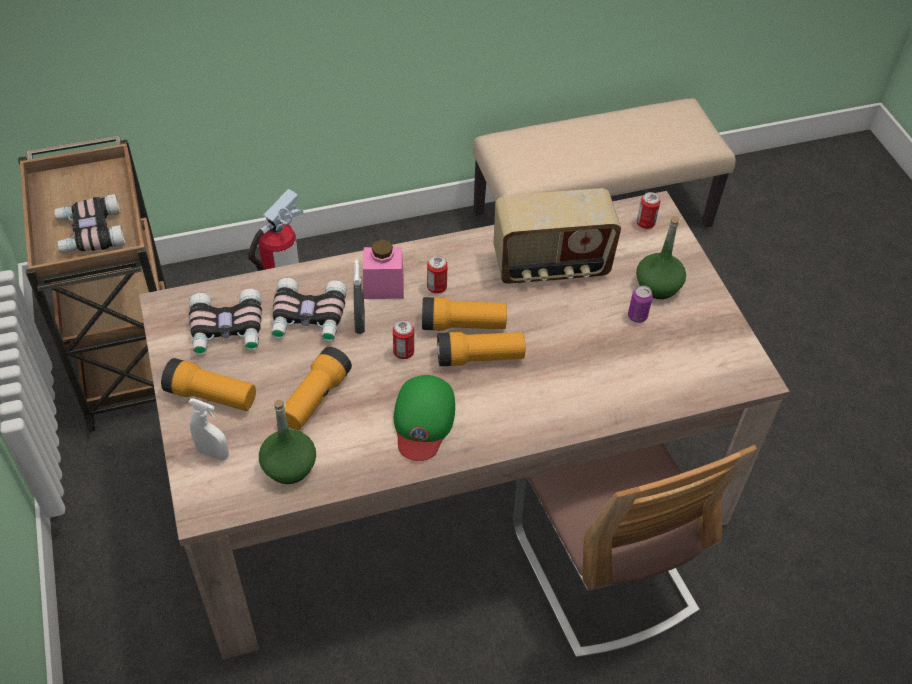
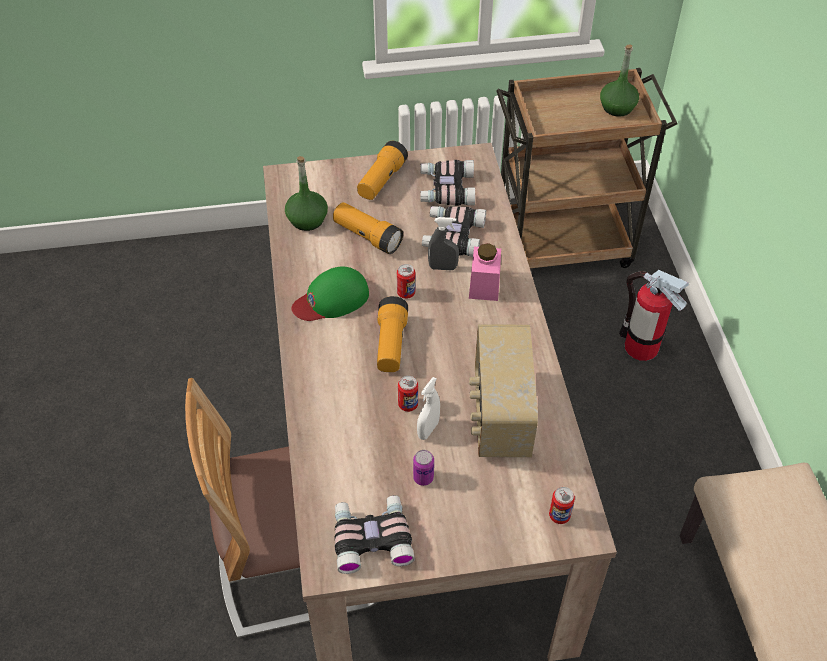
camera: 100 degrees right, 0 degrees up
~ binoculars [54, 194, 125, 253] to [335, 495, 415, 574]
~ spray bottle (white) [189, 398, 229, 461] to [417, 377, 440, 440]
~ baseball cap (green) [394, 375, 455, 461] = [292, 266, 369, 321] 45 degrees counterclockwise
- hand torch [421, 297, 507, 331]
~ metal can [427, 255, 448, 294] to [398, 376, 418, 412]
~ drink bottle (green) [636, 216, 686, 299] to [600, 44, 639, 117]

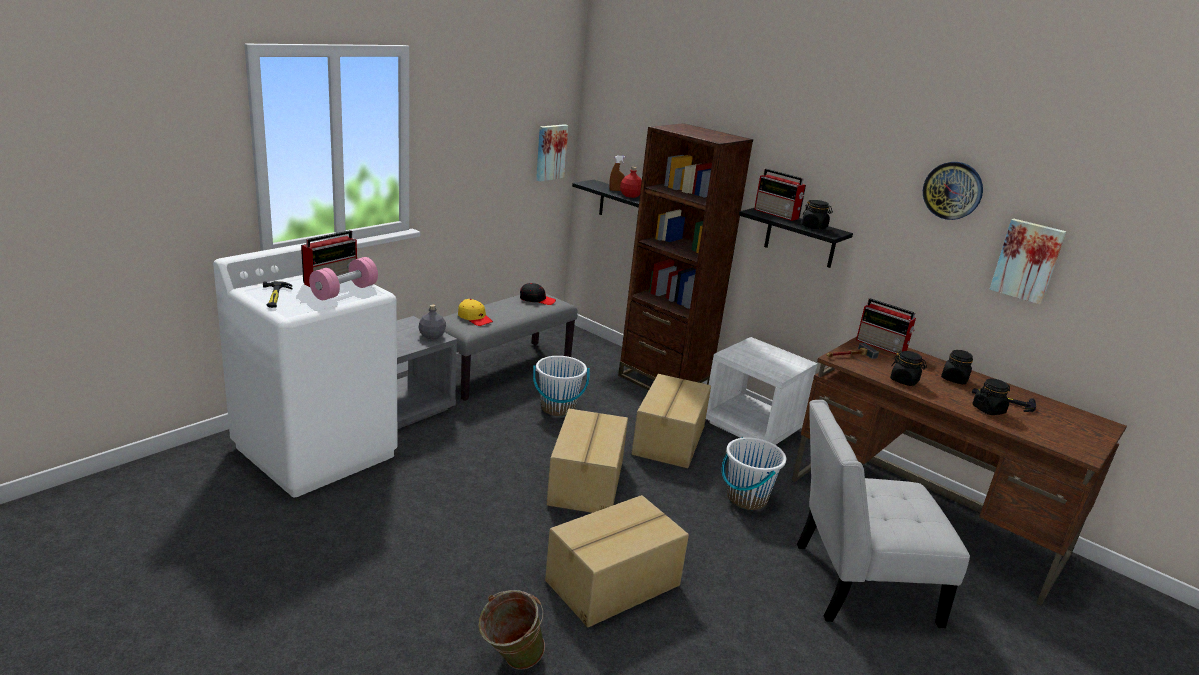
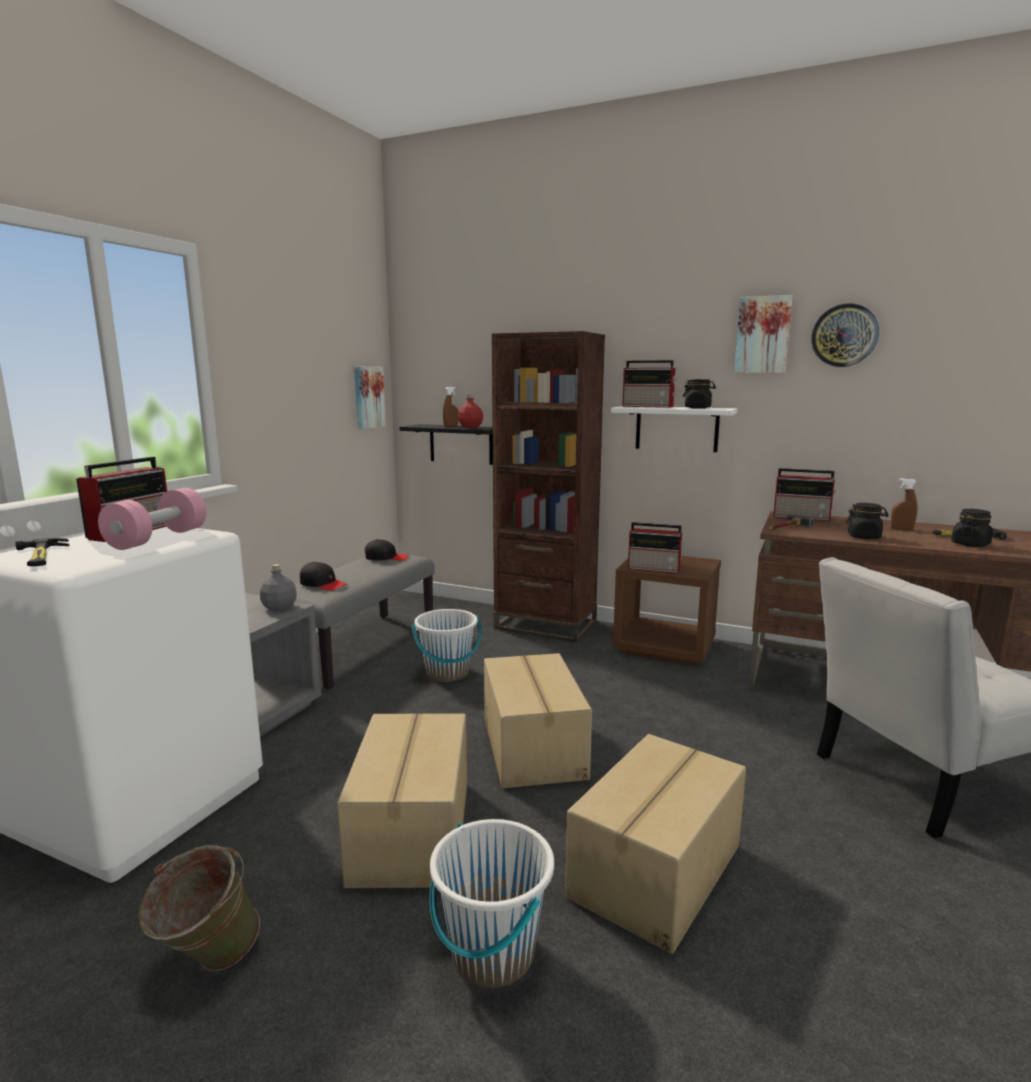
camera: 15 degrees left, 10 degrees down
~ baseball cap (yellow-coloured) [458, 299, 493, 326] to baseball cap (blackish) [300, 561, 347, 591]
~ bucket (green) [479, 590, 545, 670] to [138, 845, 260, 971]
~ carton [632, 374, 711, 468] to [337, 713, 467, 888]
~ night table (white) [706, 337, 818, 445] to night table (brownish) [613, 556, 721, 666]
~ bucket (white) [722, 437, 786, 510] to [430, 819, 554, 988]
~ shelf (blackish) [739, 208, 853, 268] to shelf (white) [611, 406, 738, 452]
~ storage jar (blackish) [941, 350, 973, 384] to spray bottle (brownish) [891, 478, 918, 530]
~ wall art [990, 218, 1066, 304] to [734, 295, 793, 373]
+ radio receiver [628, 522, 684, 574]

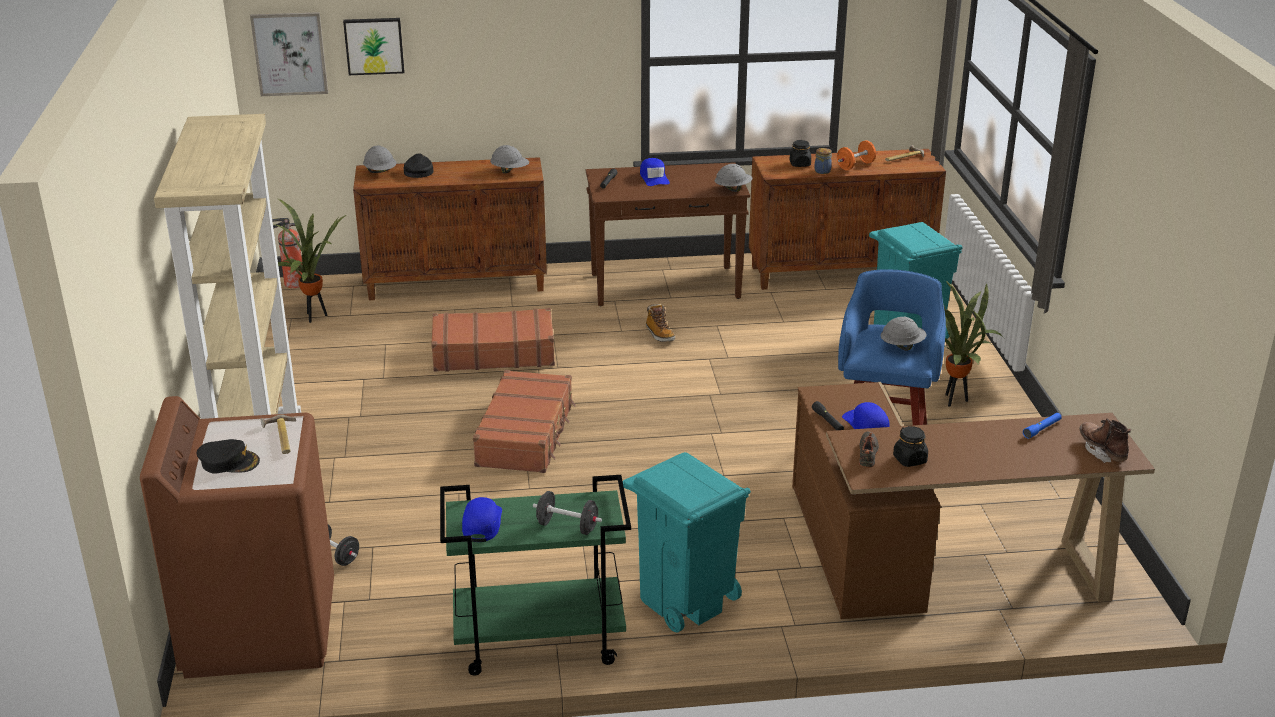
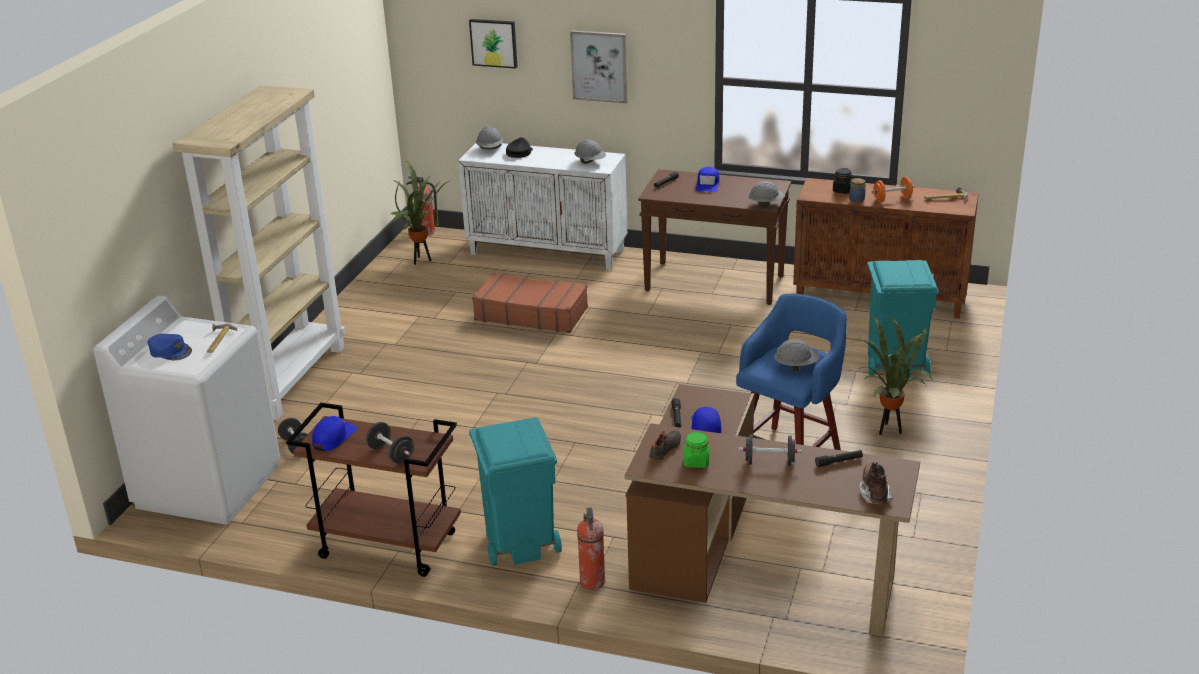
camera: 25 degrees right, 0 degrees up
~ laundry machine (brownish) [140, 396, 334, 679] to laundry machine (white) [93, 295, 280, 525]
~ baseball cap (blackish) [196, 439, 260, 474] to baseball cap (bluish) [148, 334, 192, 360]
~ wall art [250, 12, 328, 96] to [570, 30, 628, 104]
~ cupboard (brownish) [353, 157, 547, 300] to cupboard (white) [458, 143, 627, 270]
~ trolley (green) [440, 475, 631, 676] to trolley (brownish) [286, 403, 461, 577]
- travel case (brownish) [473, 370, 576, 473]
- high-top boot [646, 304, 675, 342]
~ storage jar (blackish) [893, 426, 928, 467] to storage jar (green) [684, 432, 709, 468]
~ hand torch (bluish) [1023, 413, 1062, 439] to hand torch (blackish) [815, 450, 863, 467]
+ fire extinguisher [577, 508, 605, 590]
+ dumbbell (blackish) [738, 434, 802, 466]

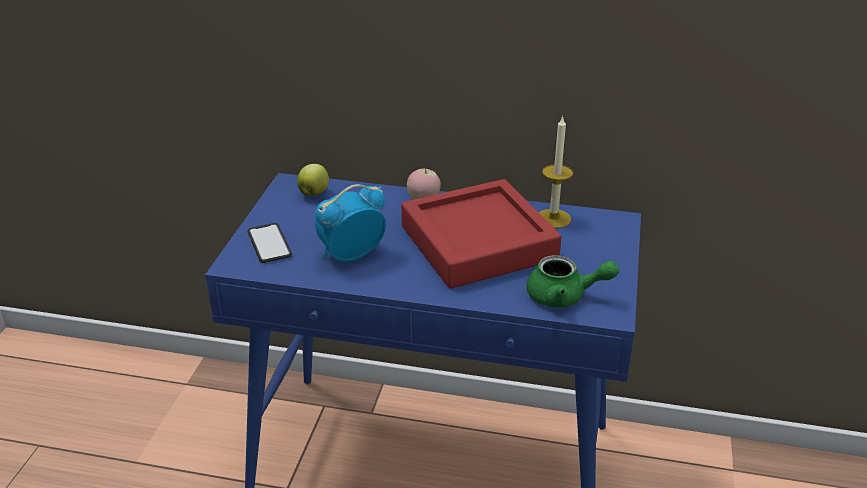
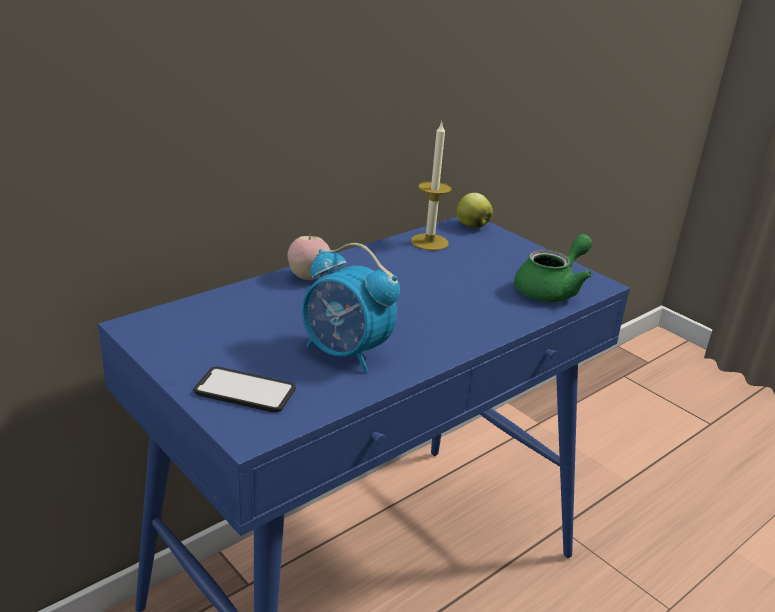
camera: 55 degrees left, 5 degrees down
~ whole apple [297, 164, 329, 196] to [457, 193, 493, 228]
~ table clock [315, 184, 386, 262] = [302, 243, 400, 372] 60 degrees counterclockwise
- tray (reddish) [401, 179, 561, 289]

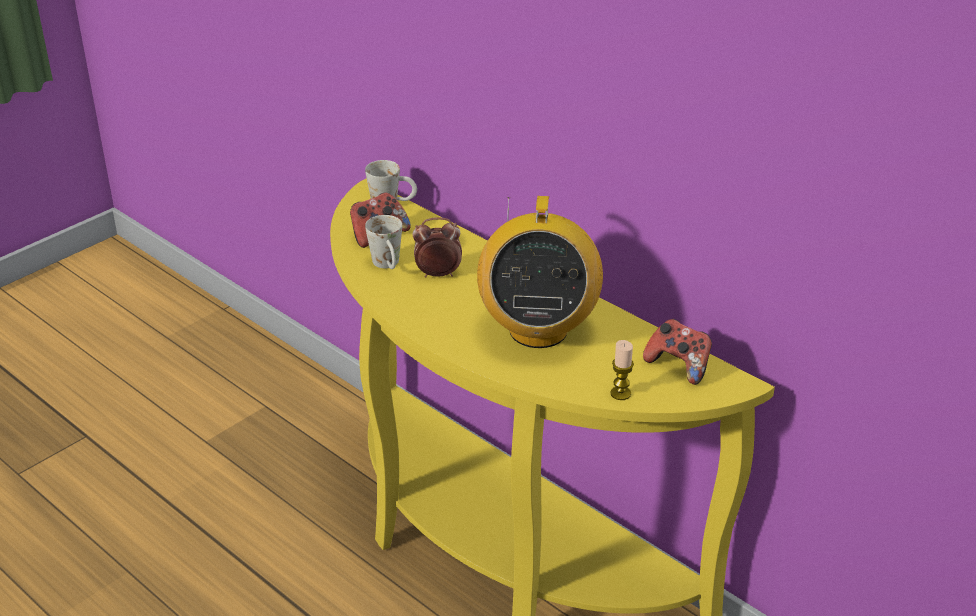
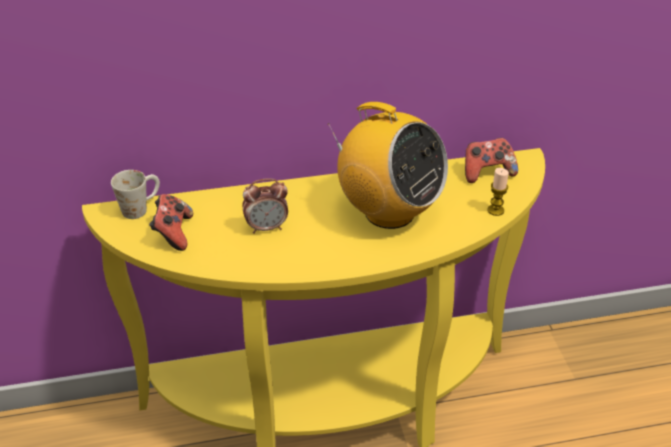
camera: 55 degrees left, 5 degrees up
- mug (white) [365, 215, 402, 269]
~ table clock [412, 217, 462, 278] = [242, 178, 288, 234] 135 degrees counterclockwise

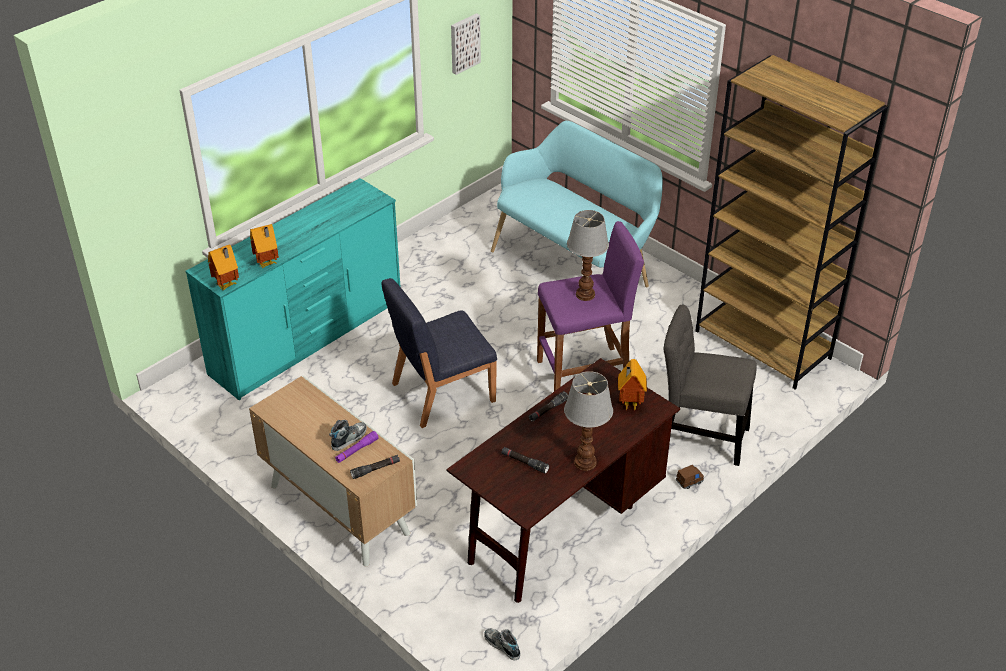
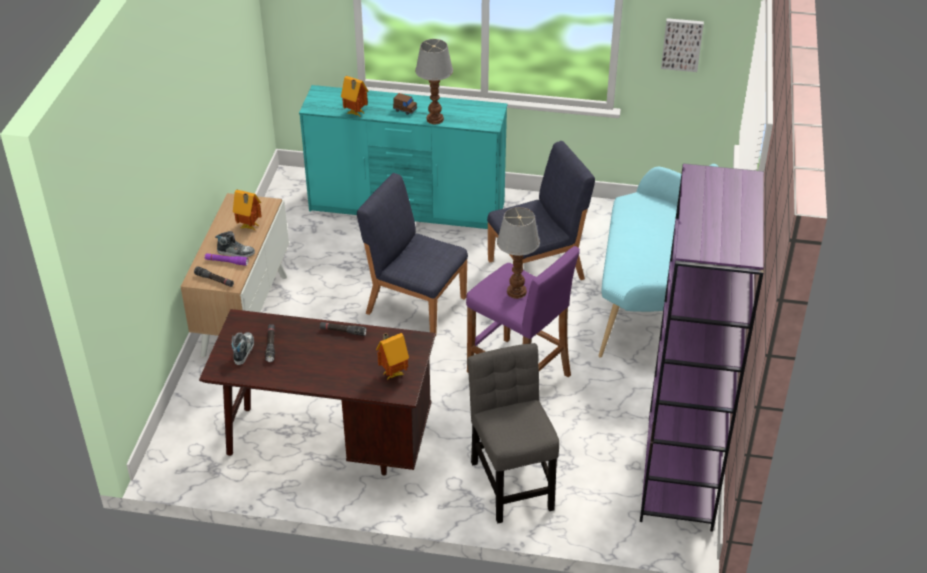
camera: 55 degrees right, 0 degrees up
~ model house [208, 244, 239, 290] to [233, 190, 262, 230]
~ item of footwear [484, 629, 520, 660] to [231, 332, 254, 365]
~ table lamp [564, 371, 613, 471] to [415, 39, 453, 124]
~ toy car (brownish) [676, 465, 704, 489] to [393, 93, 417, 115]
~ bookshelf (brownish) [695, 55, 888, 390] to bookshelf (purple-coloured) [640, 163, 764, 532]
+ chair (bluish) [487, 141, 595, 280]

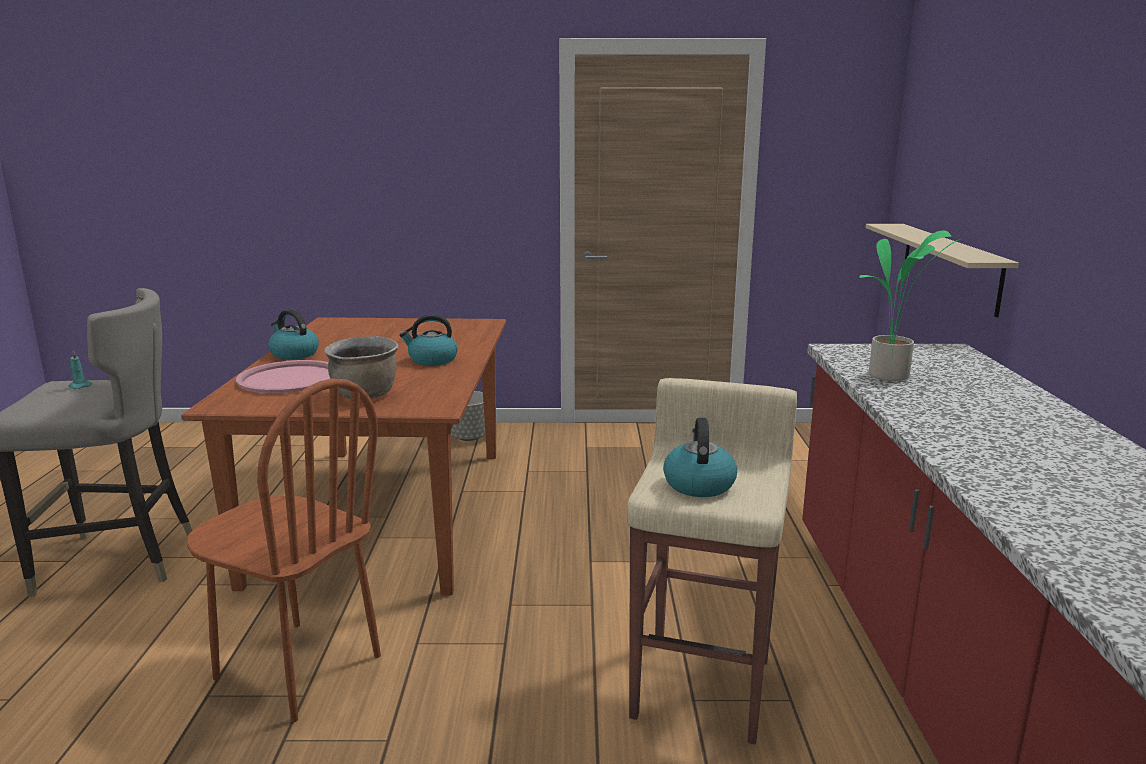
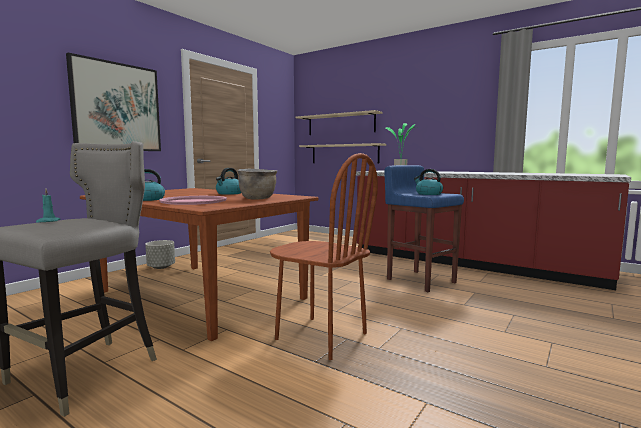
camera: 55 degrees left, 10 degrees down
~ chair (brownish) [187, 378, 381, 722] = [270, 153, 378, 360] 60 degrees clockwise
~ sitting stool (sand-coloured) [627, 378, 797, 745] to sitting stool (bluish) [384, 165, 464, 292]
+ wall art [66, 53, 161, 151]
+ shelf (sand-coloured) [296, 110, 383, 135]

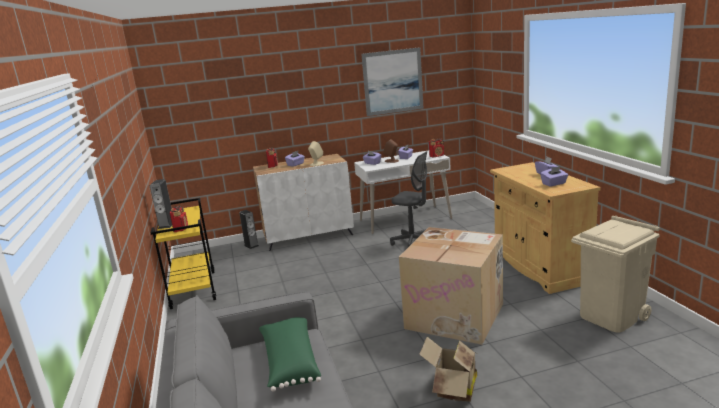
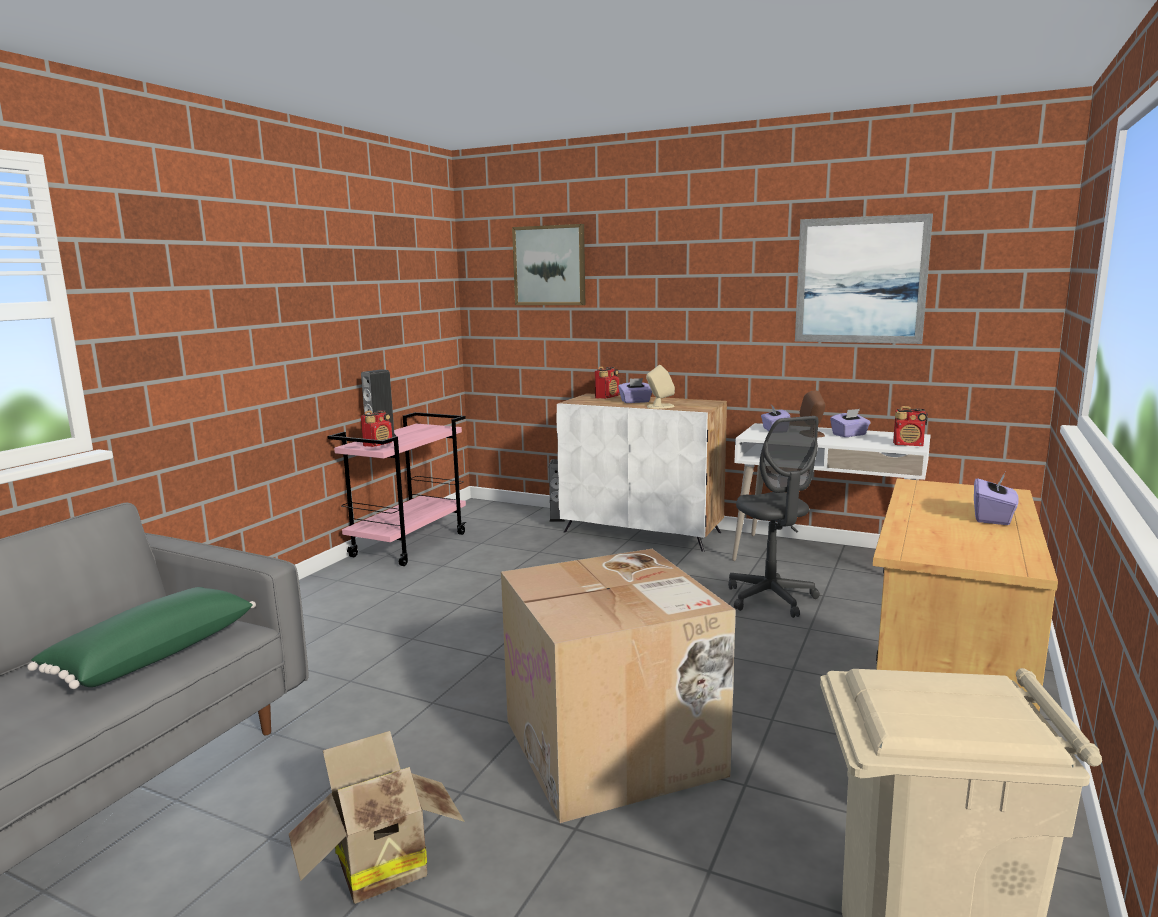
camera: 40 degrees right, 5 degrees down
~ trolley (yellow-coloured) [151, 198, 216, 309] to trolley (pinkish) [327, 412, 466, 566]
- tissue holder (purple-coloured) [540, 166, 568, 187]
+ wall art [512, 224, 585, 305]

